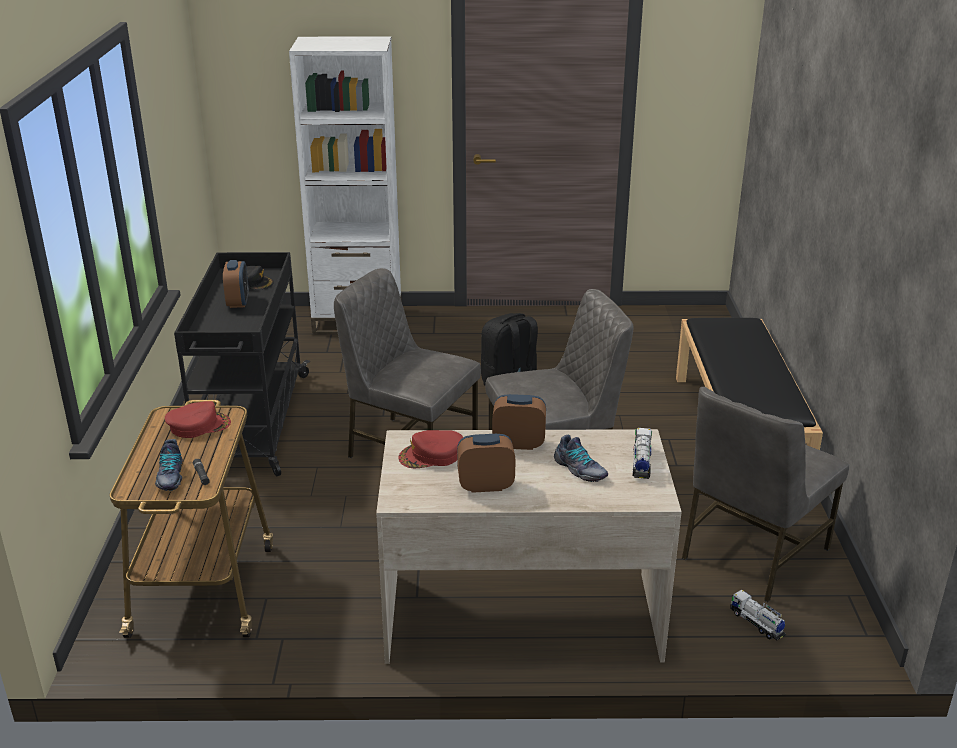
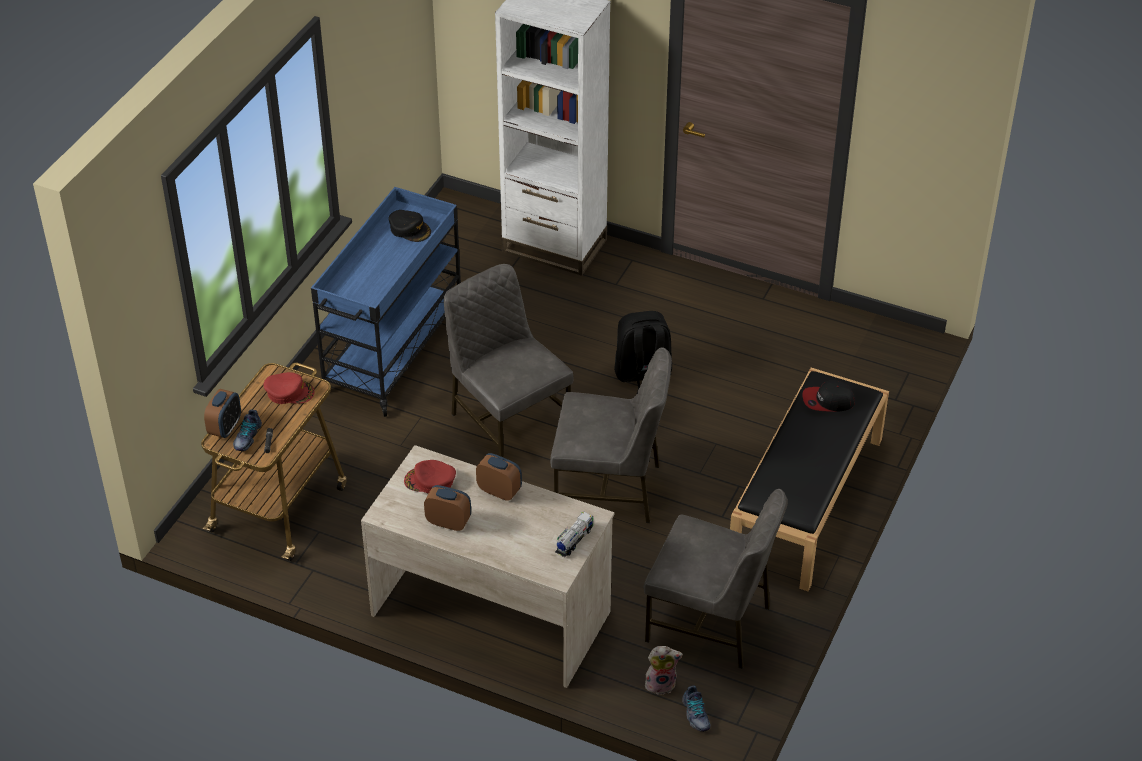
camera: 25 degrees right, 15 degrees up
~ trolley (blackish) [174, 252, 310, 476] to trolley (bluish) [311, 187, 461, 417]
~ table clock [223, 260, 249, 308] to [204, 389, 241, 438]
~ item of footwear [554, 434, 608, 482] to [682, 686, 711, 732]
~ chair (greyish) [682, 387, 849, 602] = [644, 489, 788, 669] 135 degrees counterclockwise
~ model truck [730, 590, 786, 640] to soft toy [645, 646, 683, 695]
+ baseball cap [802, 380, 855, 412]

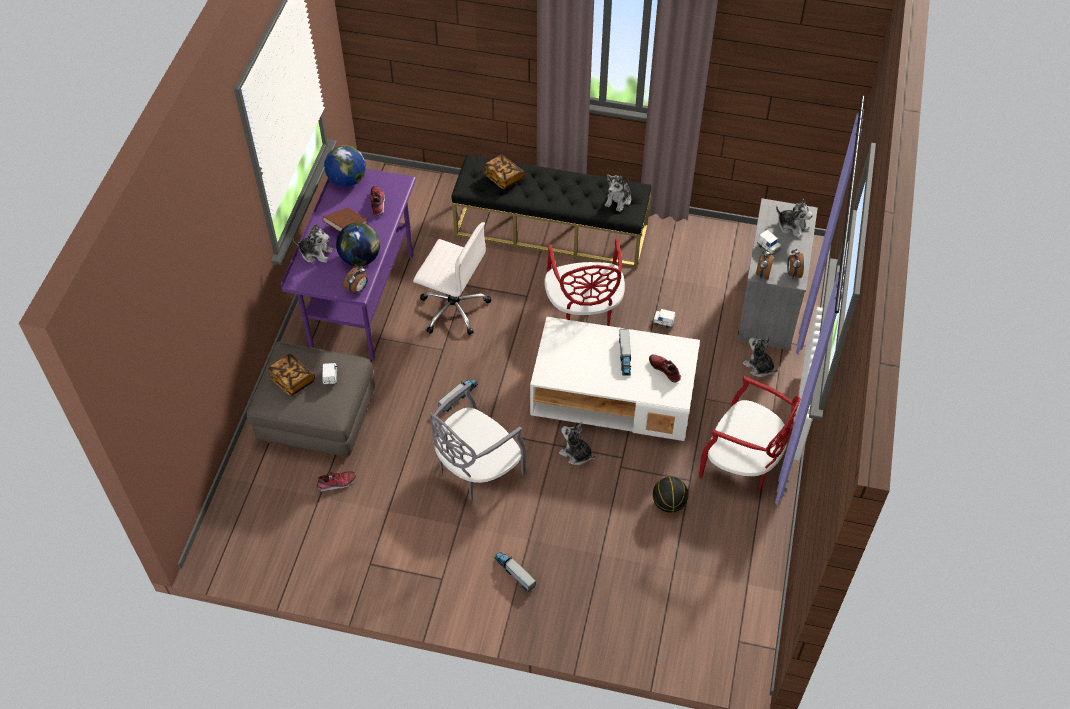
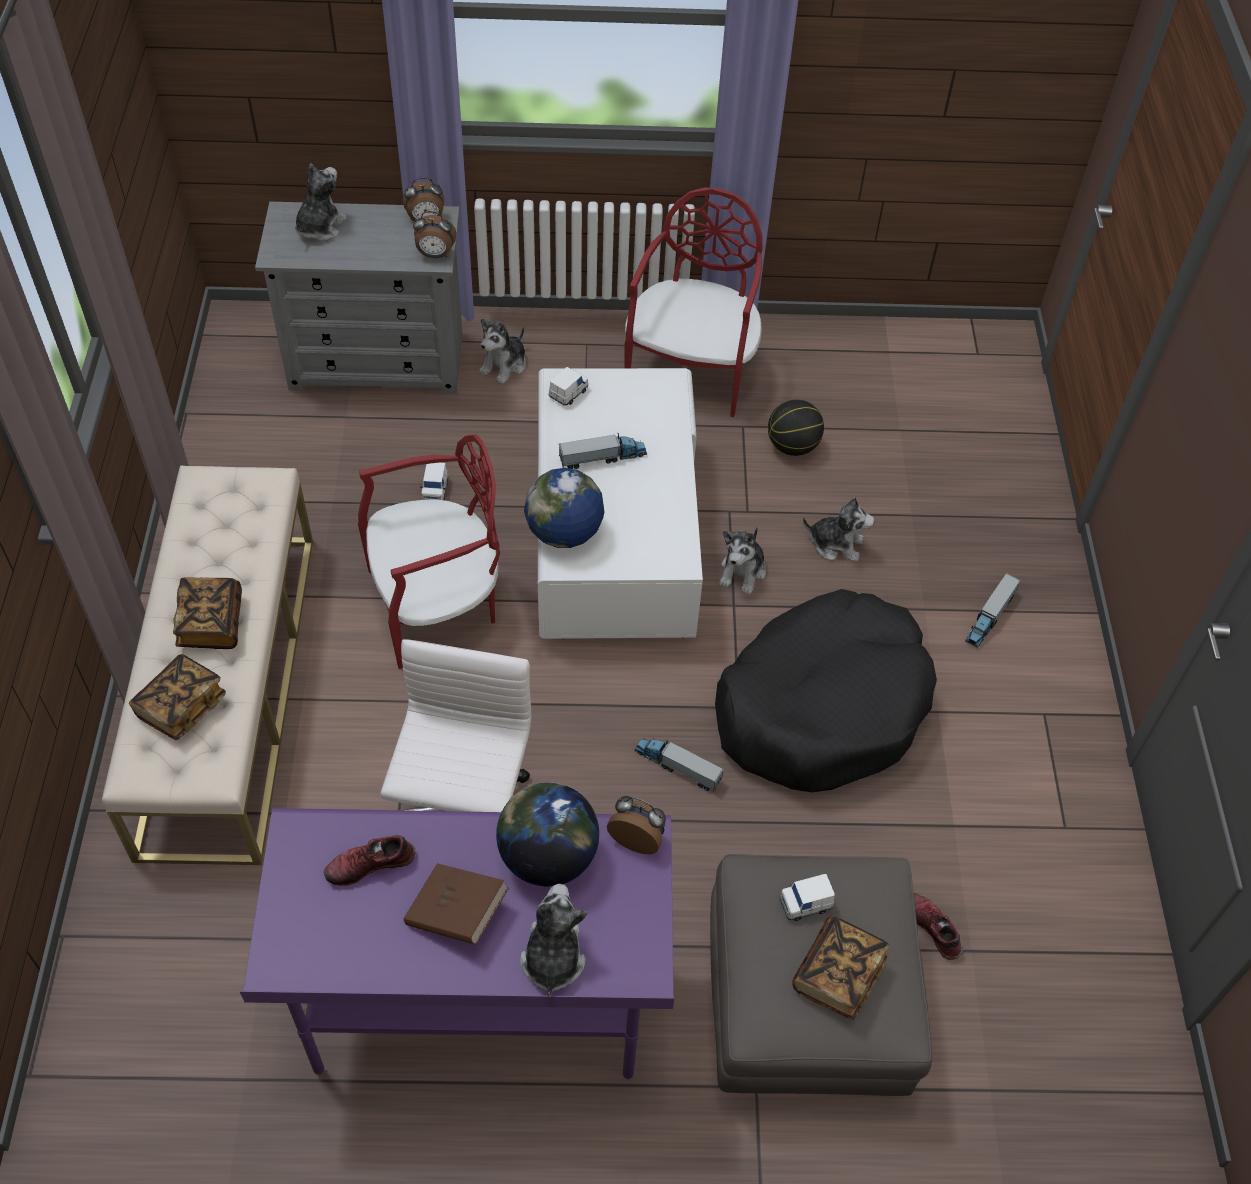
camera: 105 degrees left, 0 degrees up
~ world globe [324, 145, 366, 187] to [524, 468, 605, 548]
~ chair (greyish) [430, 383, 527, 501] to dog bed (blackish) [715, 589, 937, 792]
~ indoor bench (blackish) [452, 154, 652, 268] to indoor bench (sand-coloured) [102, 466, 313, 865]
~ soft toy [605, 174, 631, 212] to [803, 497, 875, 562]
- item of footwear [649, 355, 681, 383]
~ toy car (white) [757, 230, 781, 255] to [549, 367, 588, 406]
+ bound book [173, 577, 242, 649]

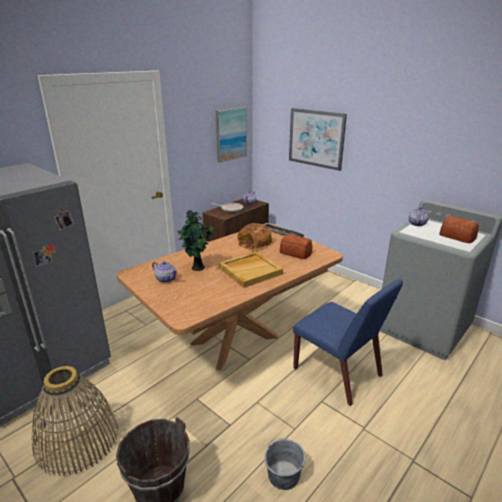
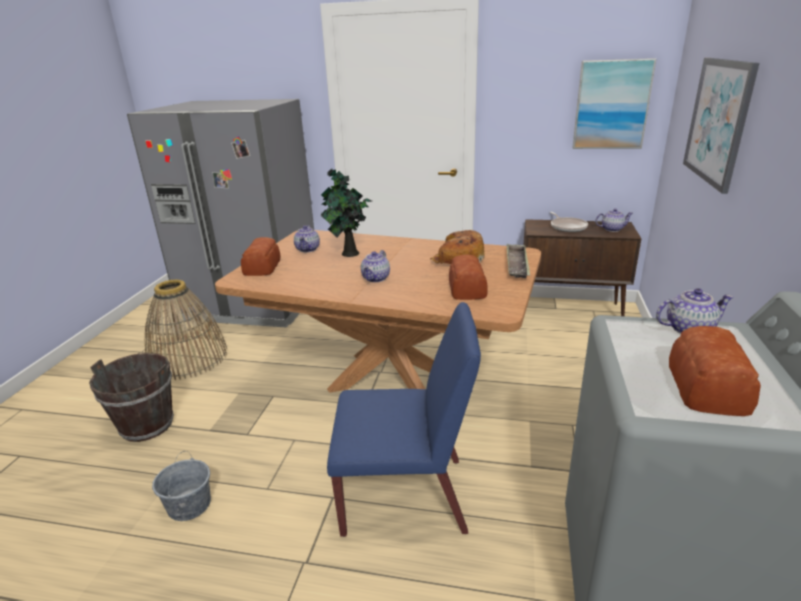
camera: 60 degrees right, 0 degrees up
~ tray (sand-coloured) [219, 251, 283, 288] to teapot [361, 250, 390, 282]
~ chair (bluish) [293, 279, 403, 406] = [327, 302, 481, 537] 105 degrees counterclockwise
+ baked bread [241, 237, 281, 276]

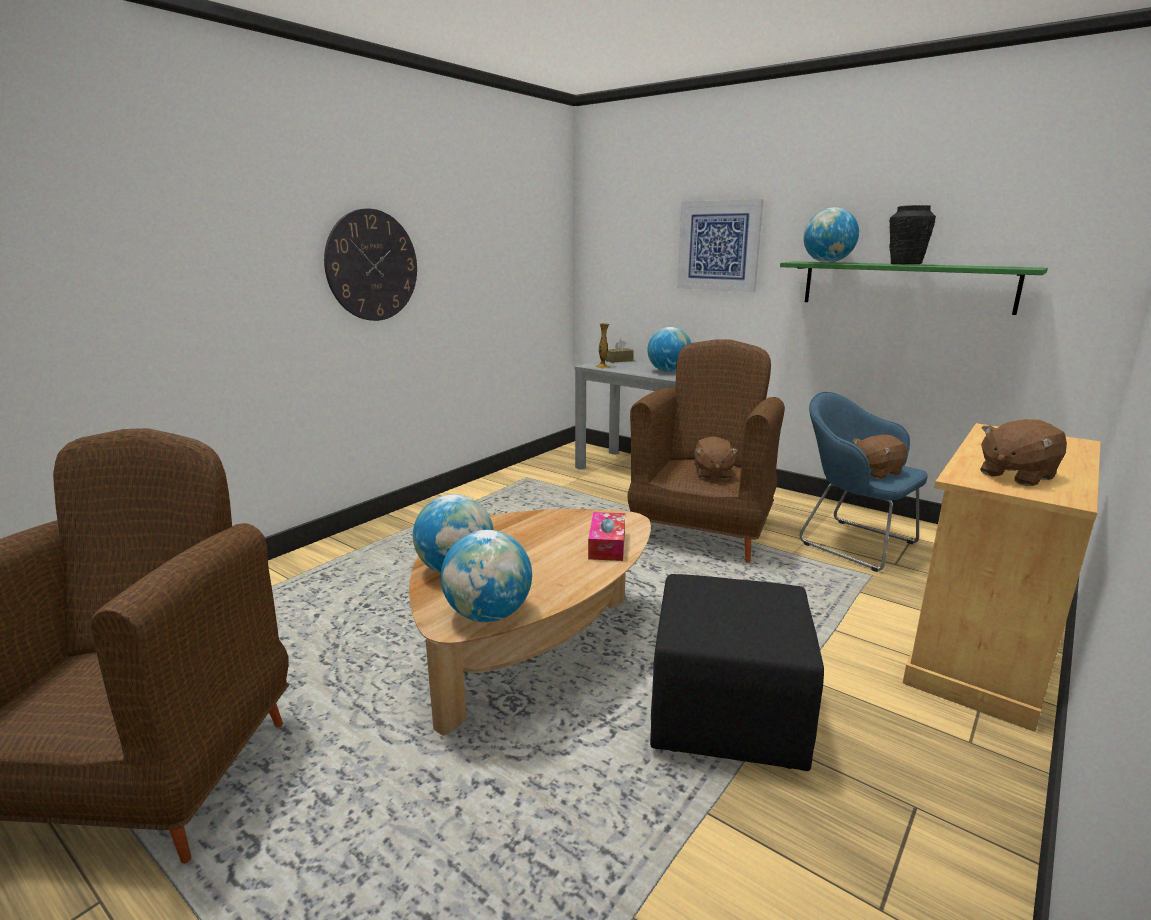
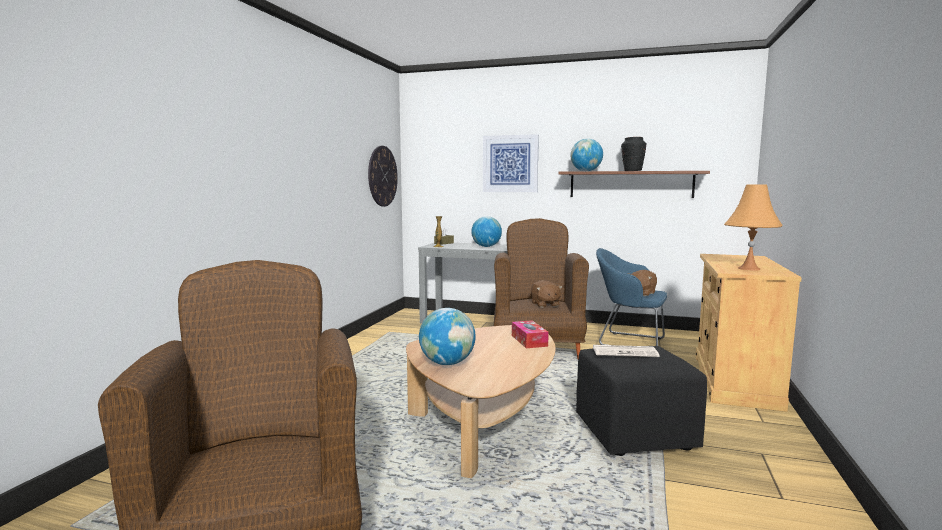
camera: 20 degrees left, 10 degrees down
~ hanging clock [324, 209, 417, 321] to [368, 146, 398, 207]
- world globe [441, 530, 532, 622]
~ shelf (green) [780, 261, 1048, 315] to shelf (brownish) [559, 171, 710, 198]
~ soft toy (brownish) [980, 419, 1067, 486] to table lamp (orangey) [724, 185, 783, 271]
+ printed paper [593, 345, 660, 357]

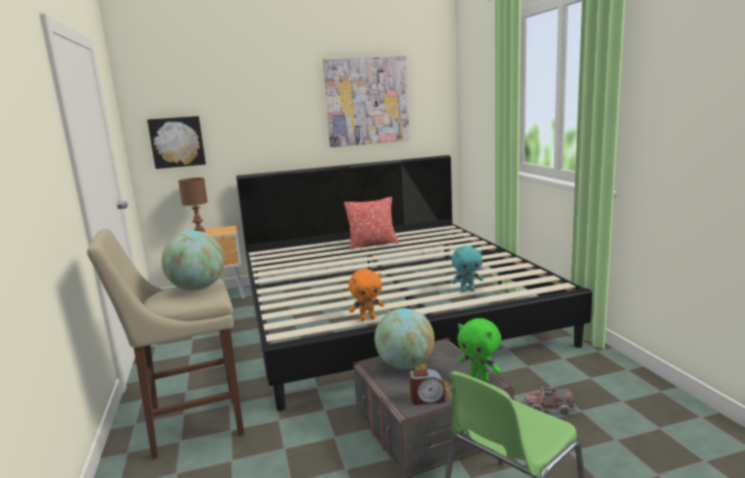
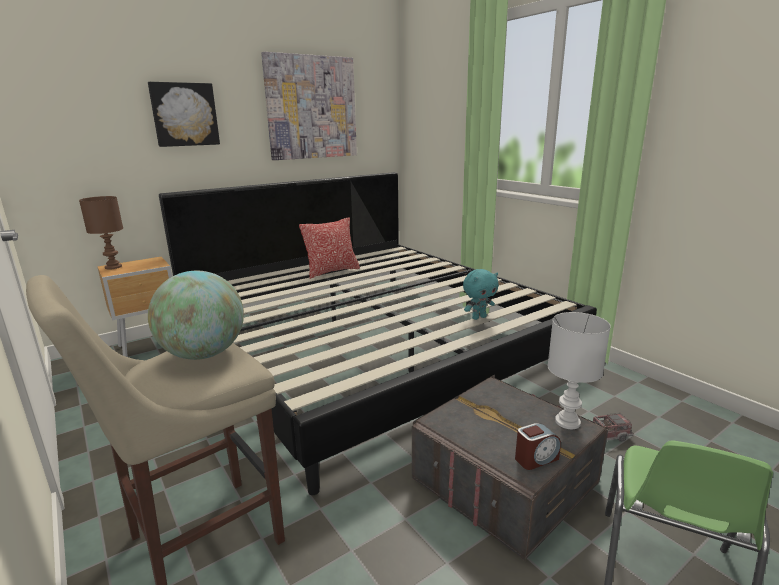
camera: 20 degrees left, 5 degrees up
~ wall art [147, 116, 206, 169] to [148, 82, 220, 147]
- soft toy (orangey) [349, 269, 384, 321]
- world globe [374, 308, 435, 369]
~ soft toy (green) [458, 318, 501, 382] to table lamp (white) [548, 312, 611, 429]

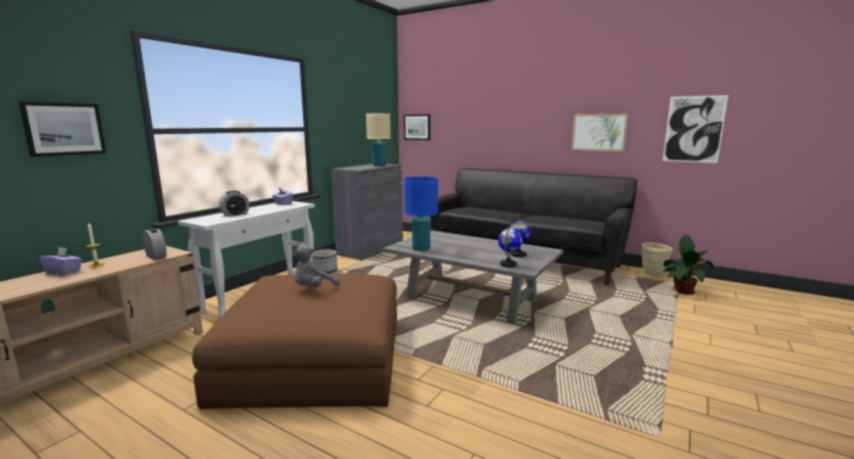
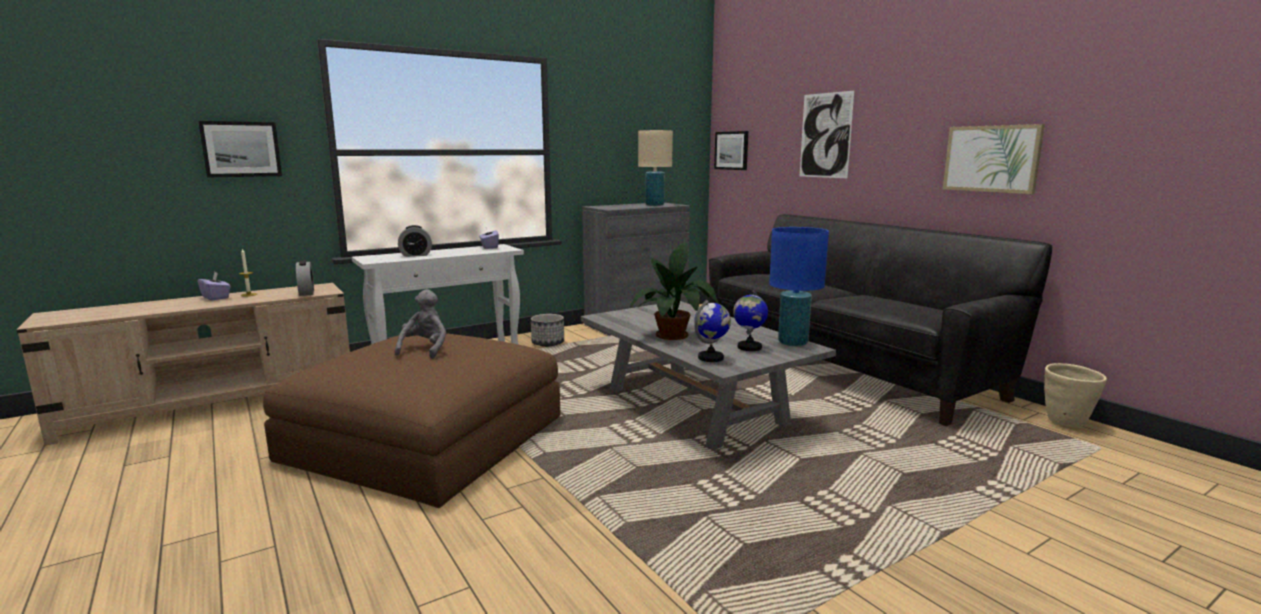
camera: 25 degrees right, 0 degrees up
~ soft toy (greyish) [292, 245, 340, 287] = [395, 289, 446, 359] 120 degrees clockwise
~ table lamp (bluish) [404, 176, 438, 251] to [769, 227, 829, 346]
~ wall art [663, 95, 728, 163] to [800, 90, 855, 178]
~ houseplant [663, 235, 715, 295] to [630, 242, 718, 340]

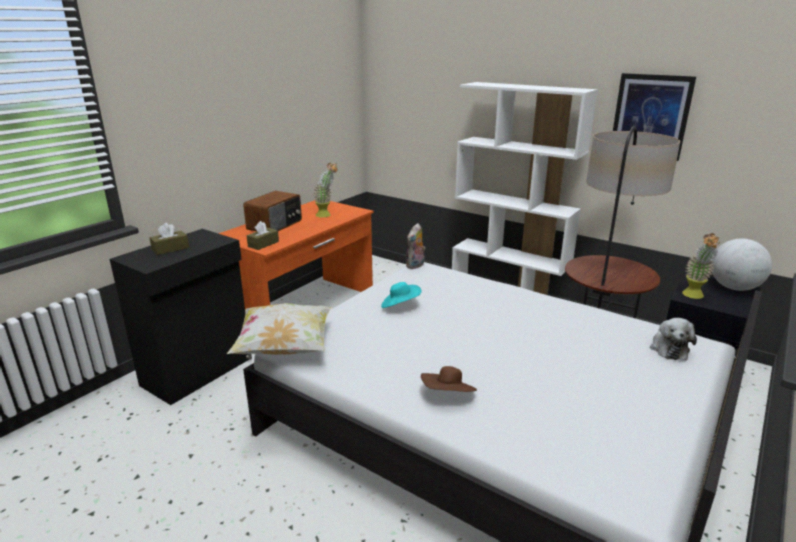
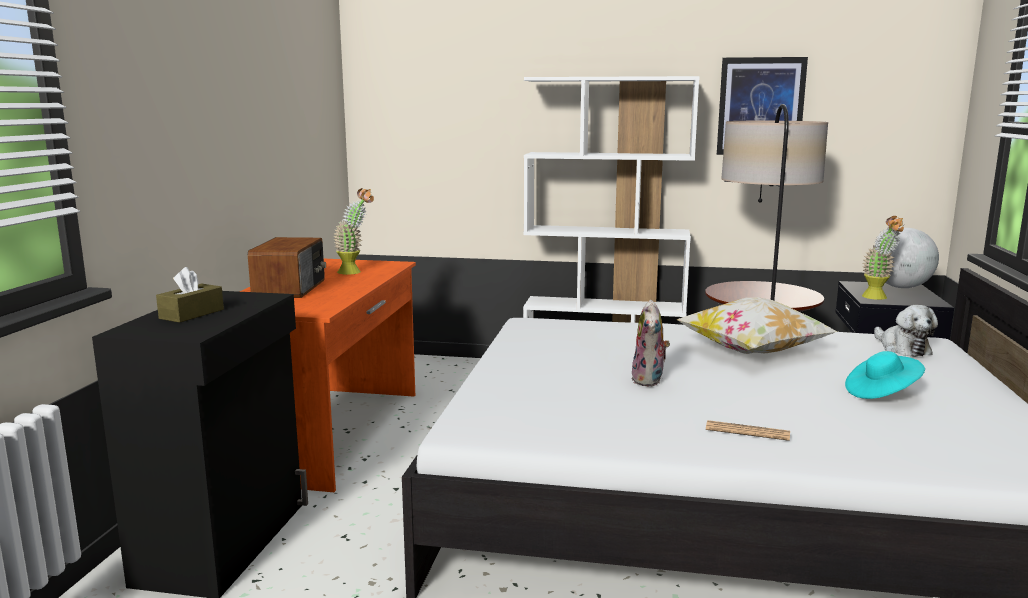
camera: 25 degrees left, 10 degrees down
~ pillow [227, 303, 331, 355] to [676, 297, 838, 354]
- tissue holder (brownish) [247, 221, 279, 250]
~ wearable hat (turquoise) [381, 282, 421, 308] to [845, 351, 925, 399]
~ soft toy [406, 223, 426, 269] to [631, 300, 670, 386]
~ wearable hat (brownish) [421, 366, 477, 392] to printed paper [706, 420, 790, 441]

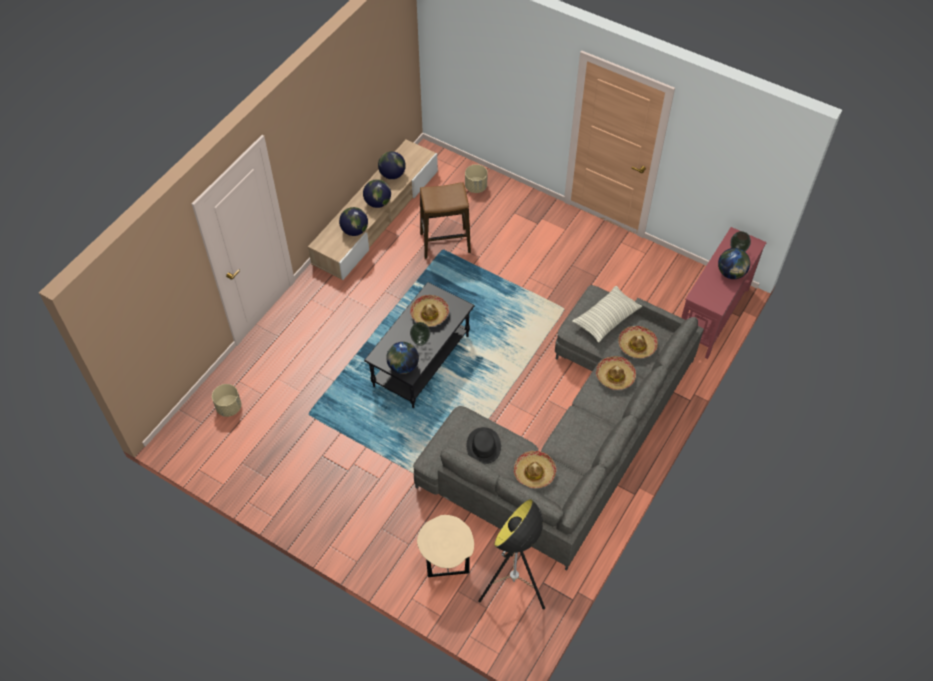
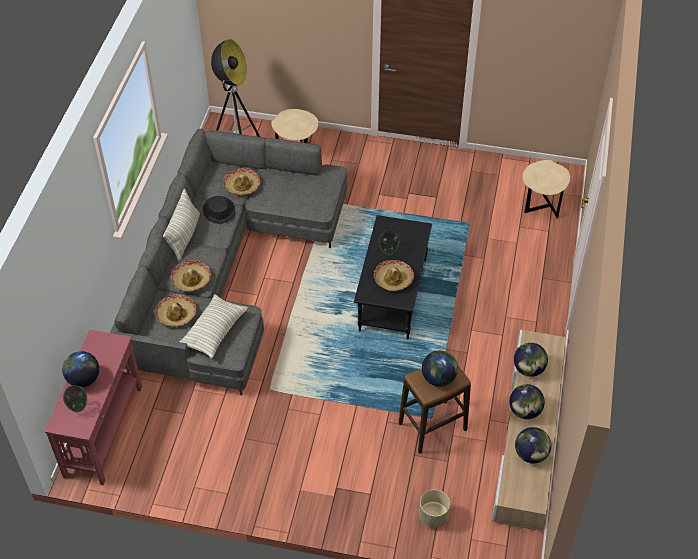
camera: 160 degrees right, 5 degrees down
~ plant pot (sand-coloured) [212, 384, 242, 417] to accent table (sand-coloured) [522, 160, 570, 219]
~ world globe [386, 342, 419, 374] to [422, 350, 458, 387]
~ wearable hat (blackish) [467, 427, 501, 464] to [203, 196, 235, 224]
+ pillow [163, 189, 200, 261]

